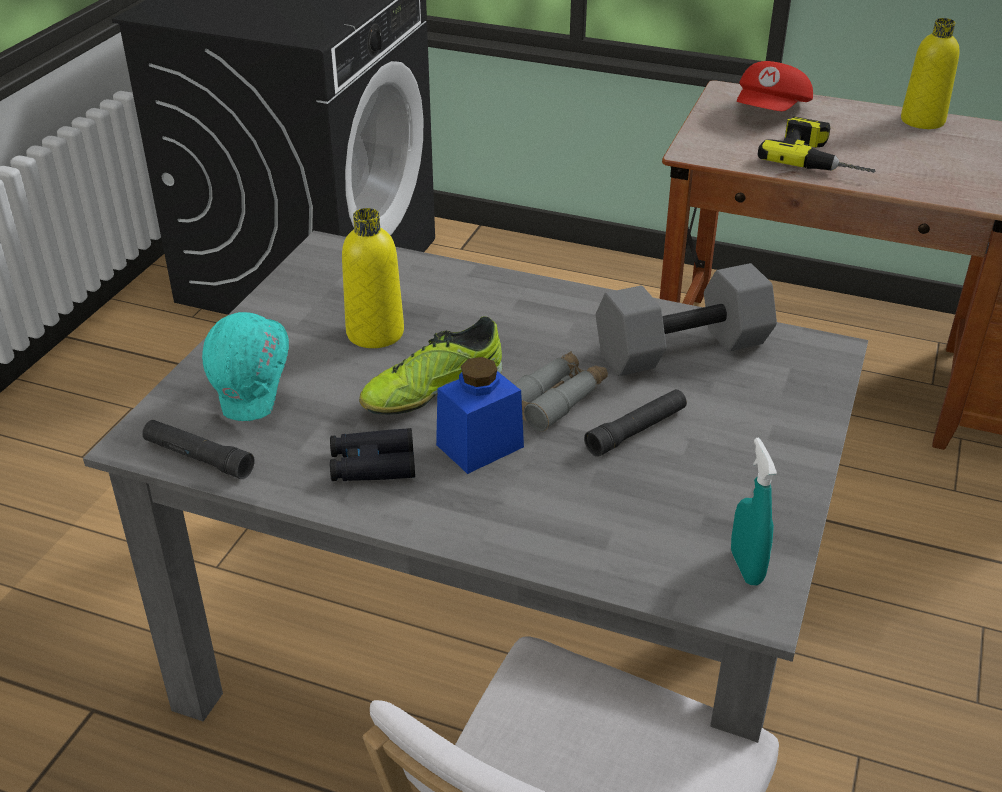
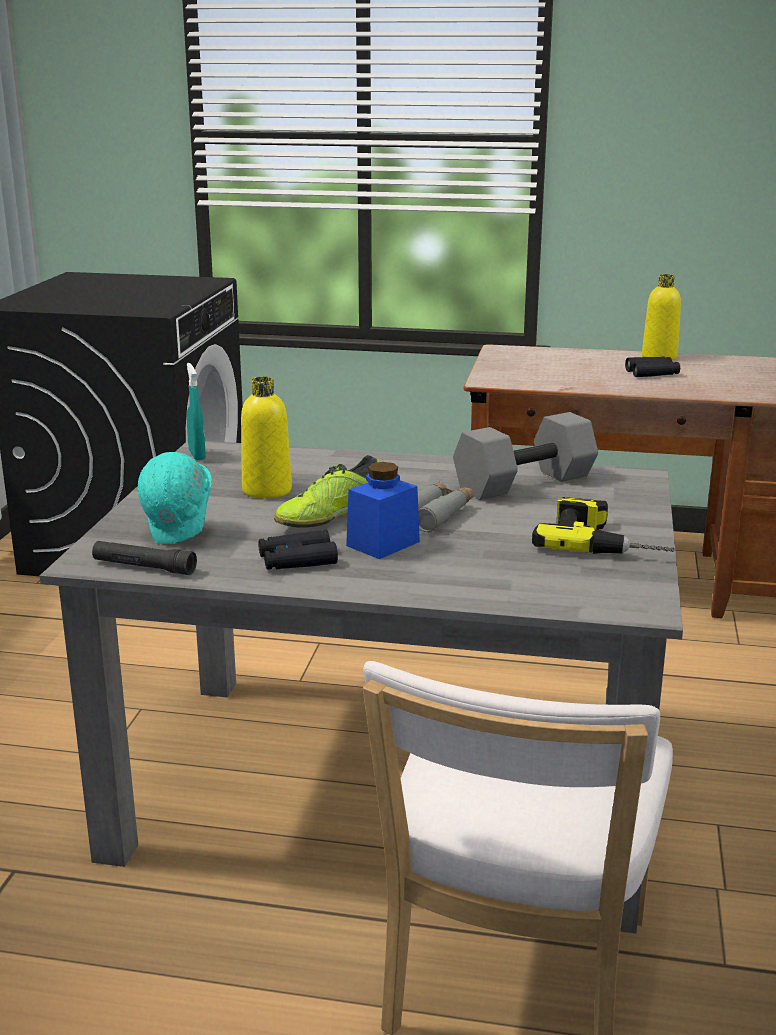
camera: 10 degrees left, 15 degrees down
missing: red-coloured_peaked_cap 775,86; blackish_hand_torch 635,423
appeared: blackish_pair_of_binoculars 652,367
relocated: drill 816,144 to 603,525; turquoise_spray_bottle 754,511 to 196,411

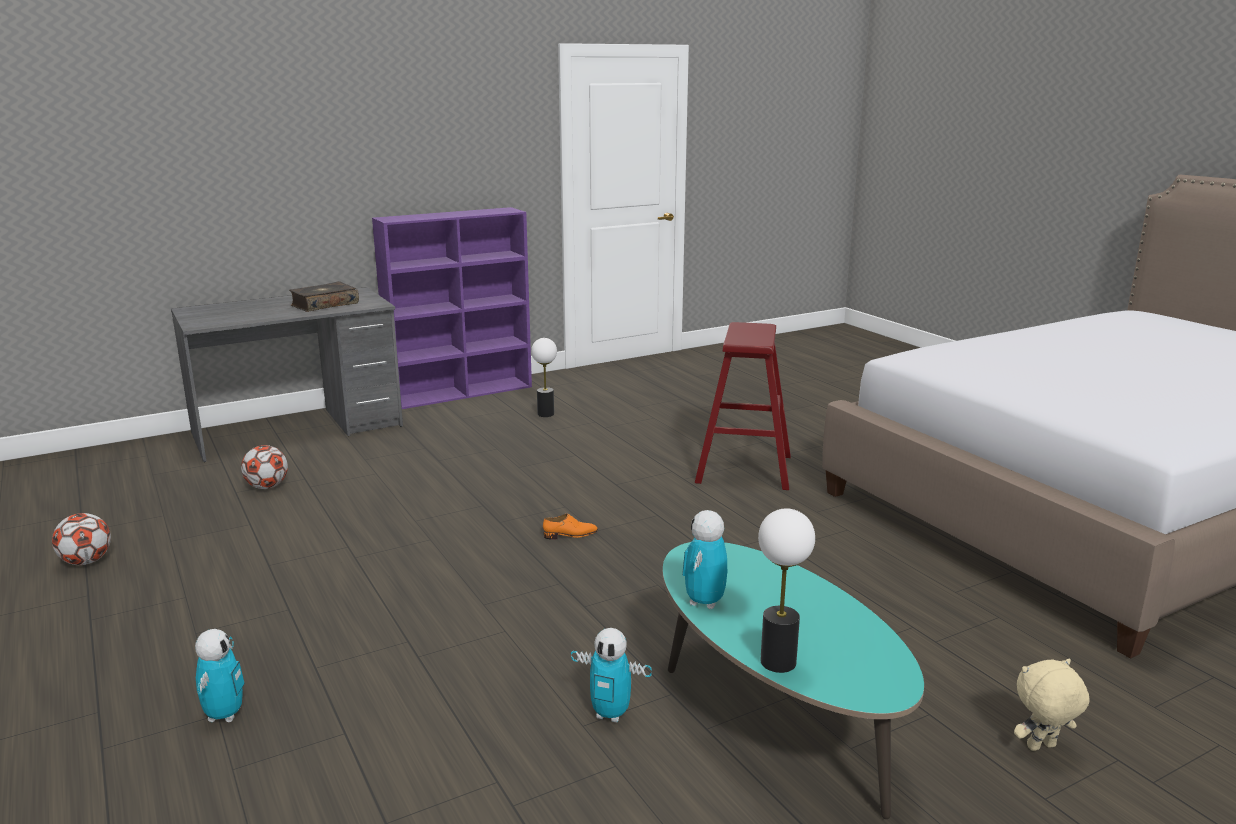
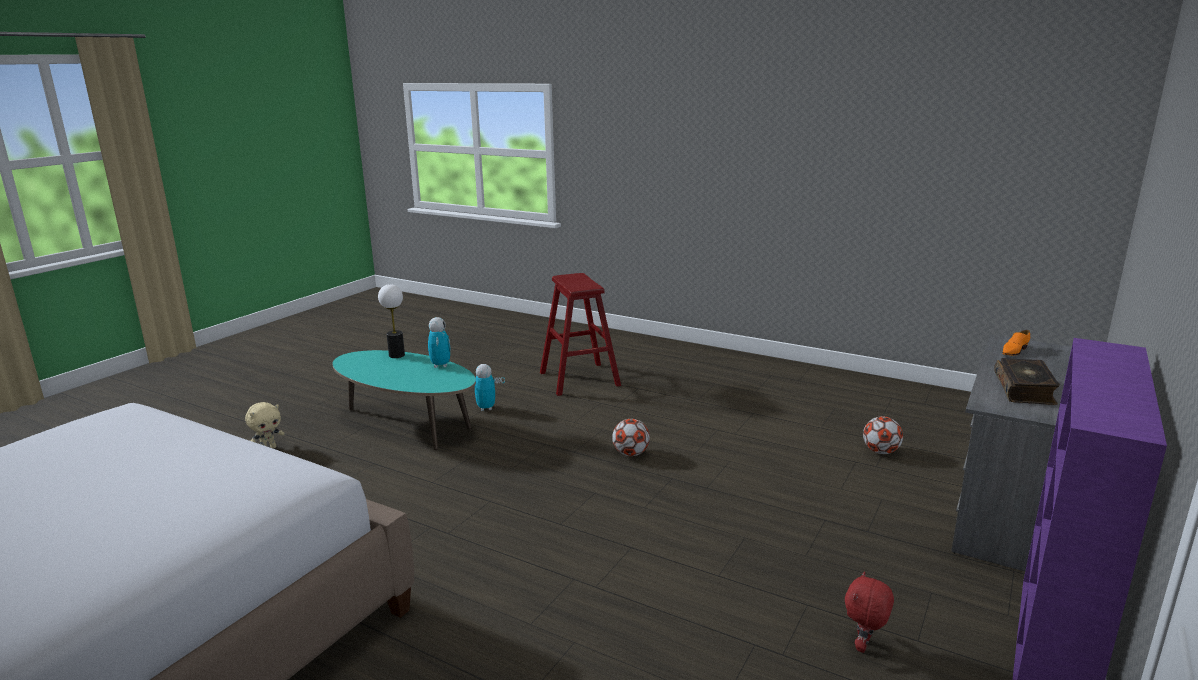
camera: 150 degrees right, 0 degrees up
missing: toy_robot 220,675
relocated: red-coloured_sitting_stool 743,406 to 580,334; football 81,539 to 631,437; orange-coloured_shoe 570,527 to 1016,343
exchanged: tabletop_lamp 544,377 to red-coloured_cuddly_toy 869,612

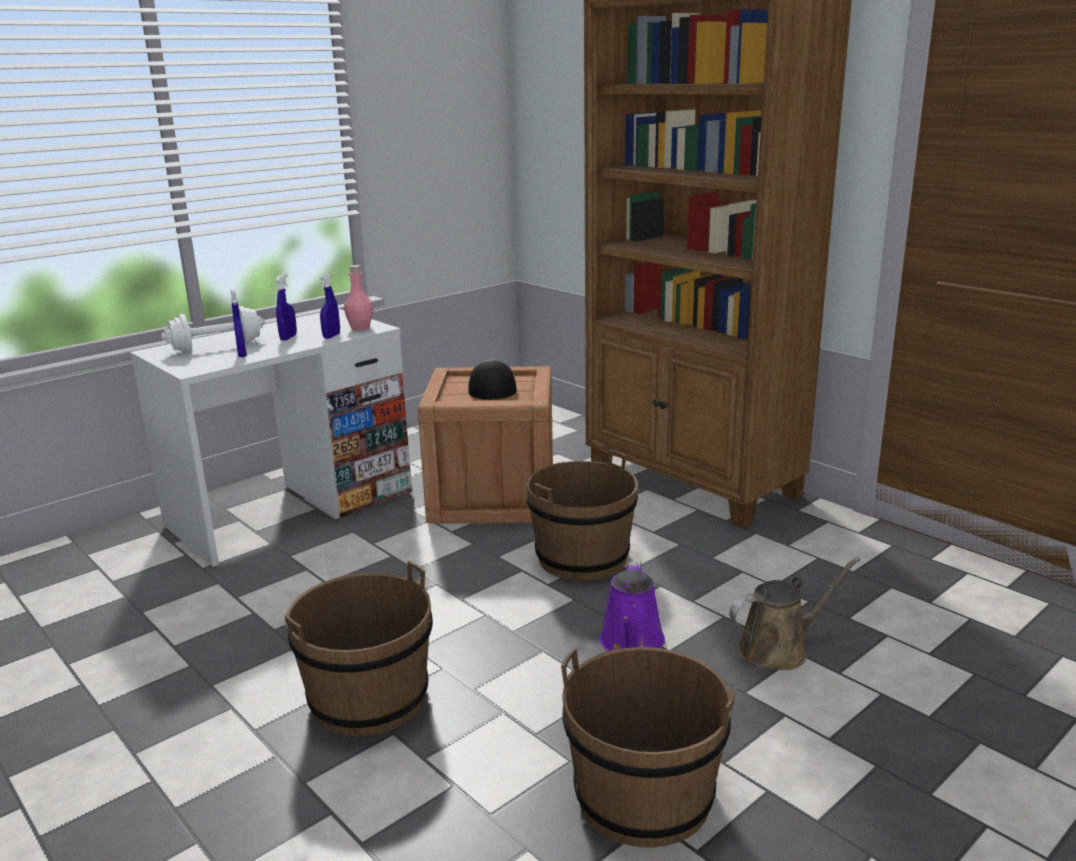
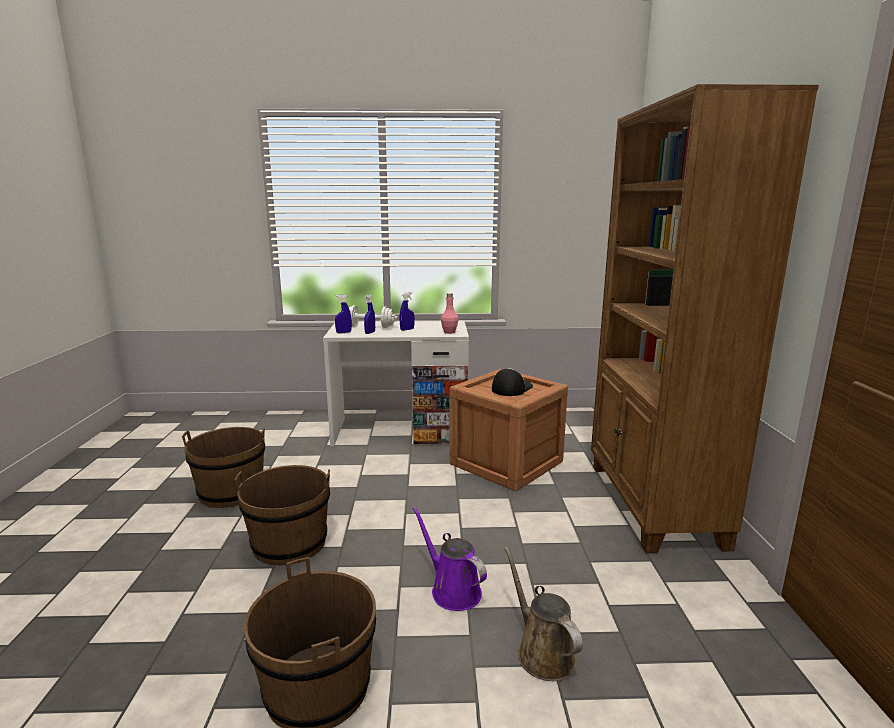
camera: 40 degrees right, 5 degrees down
relocated: bluish_spray_bottle 329,306 to 343,313; brown_pail 582,515 to 223,467
spun: brown_watering_pot 795,613 = 543,614 135 degrees counterclockwise; purple_watering_pot 632,606 = 449,558 90 degrees clockwise

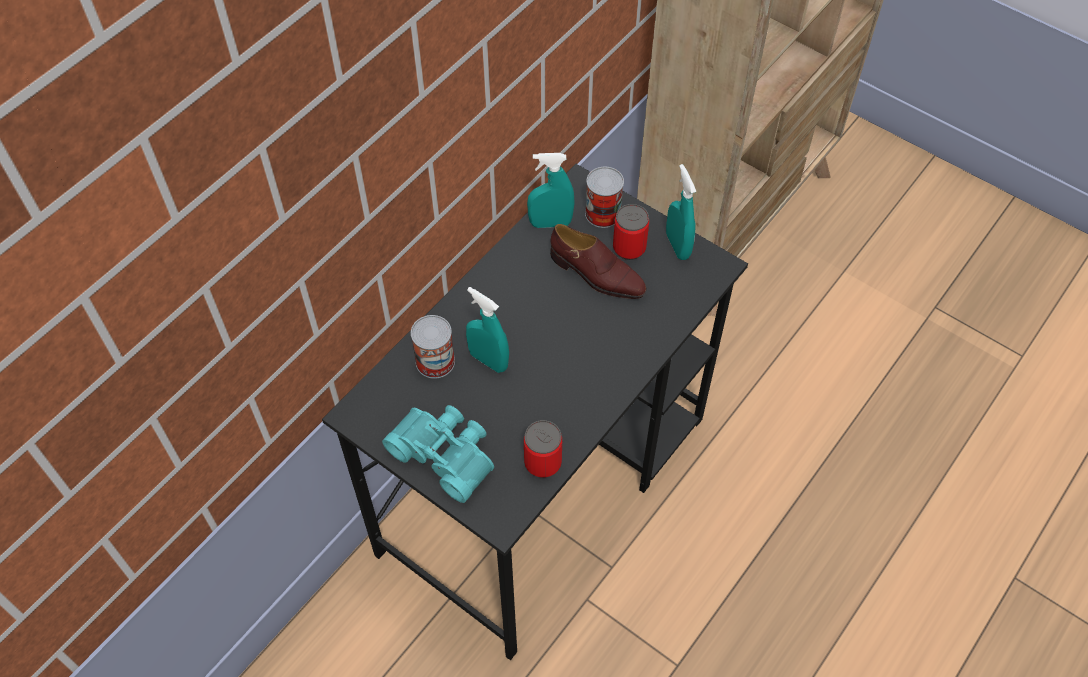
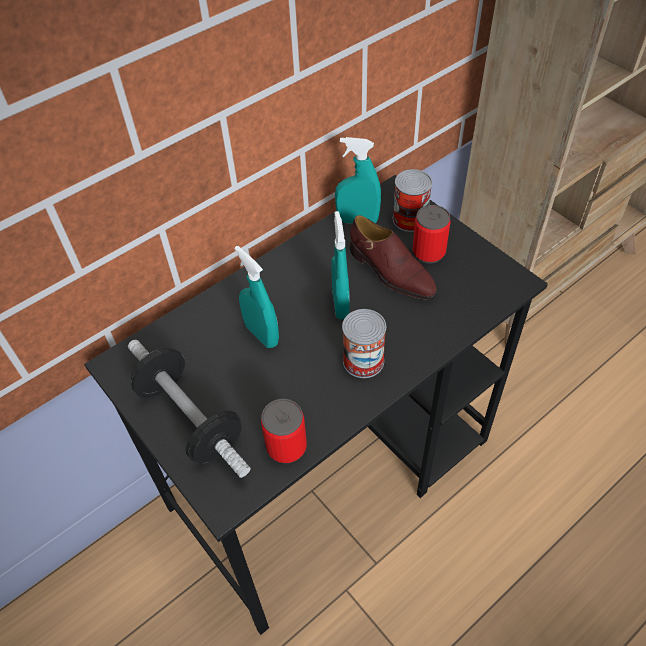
camera: 15 degrees right, 5 degrees down
relocated: turquoise_spray_bottle 681,212 to 340,265; can 433,347 to 364,343
exchanged: turquoise_pair_of_binoculars 438,454 to free_weight 189,408

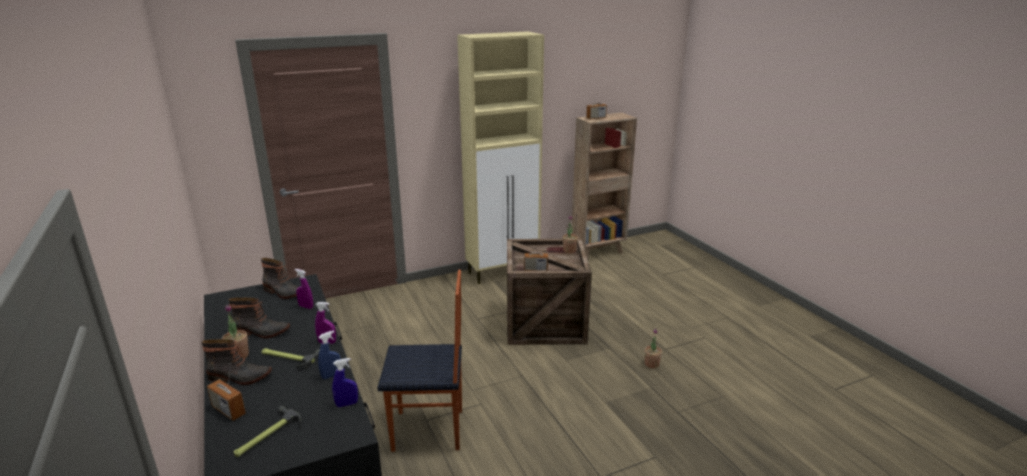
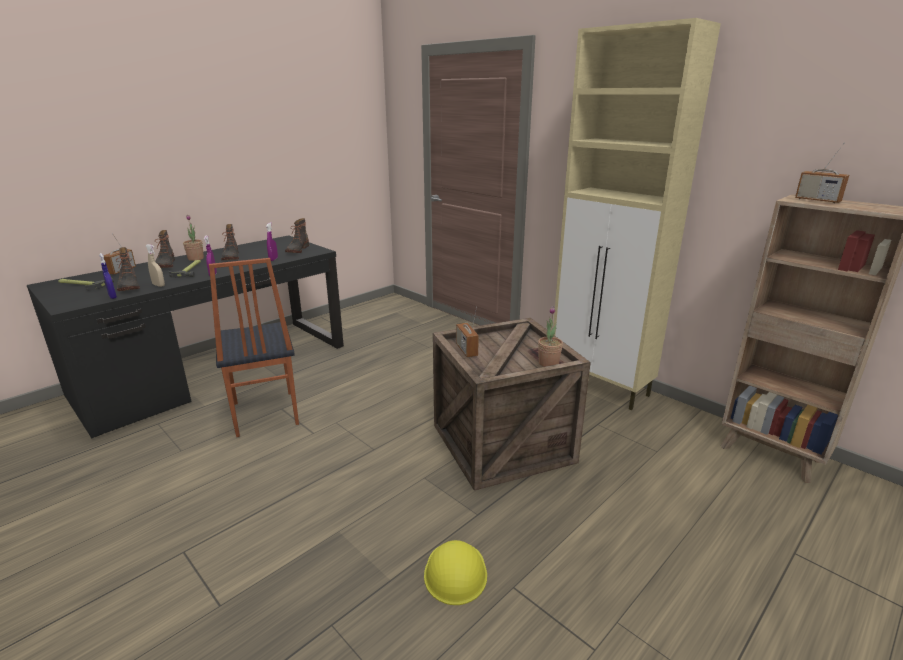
camera: 70 degrees right, 0 degrees up
appeared: high-top_boot 128,269
exchanged: houseplant 653,348 to yellow_safety_helmet 455,572
colour: bluish_spray_bottle 329,354 to beige-coloured_spray_bottle 155,265

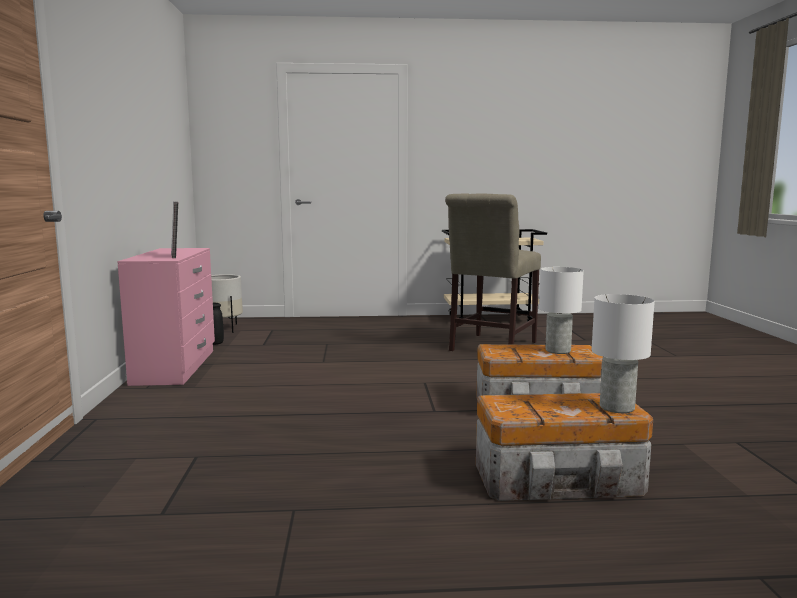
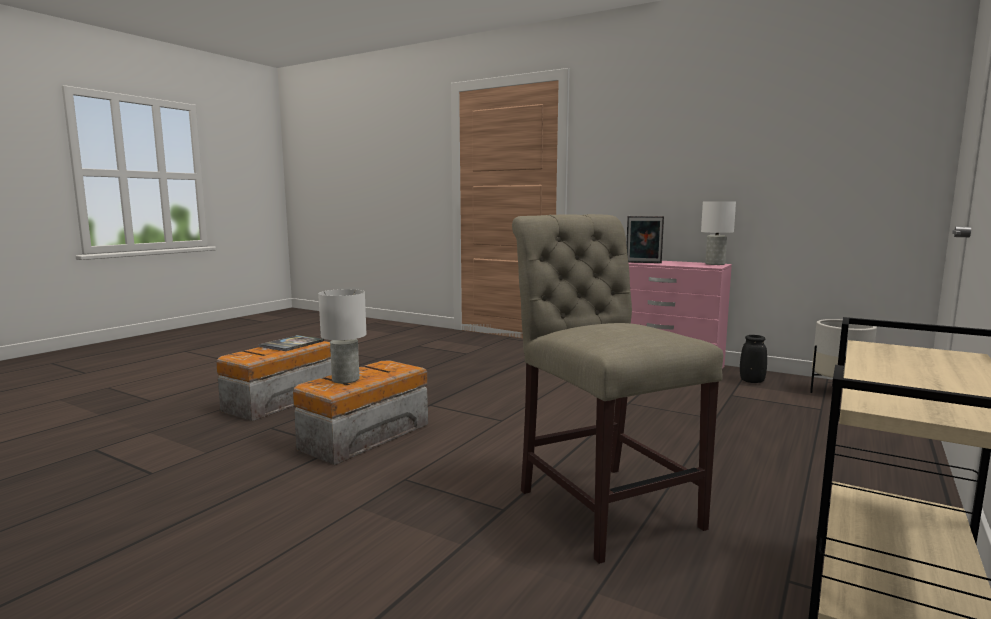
camera: 125 degrees right, 0 degrees up
appeared: book 291,343
relocated: white_tabletop_lamp 623,353 to 718,233

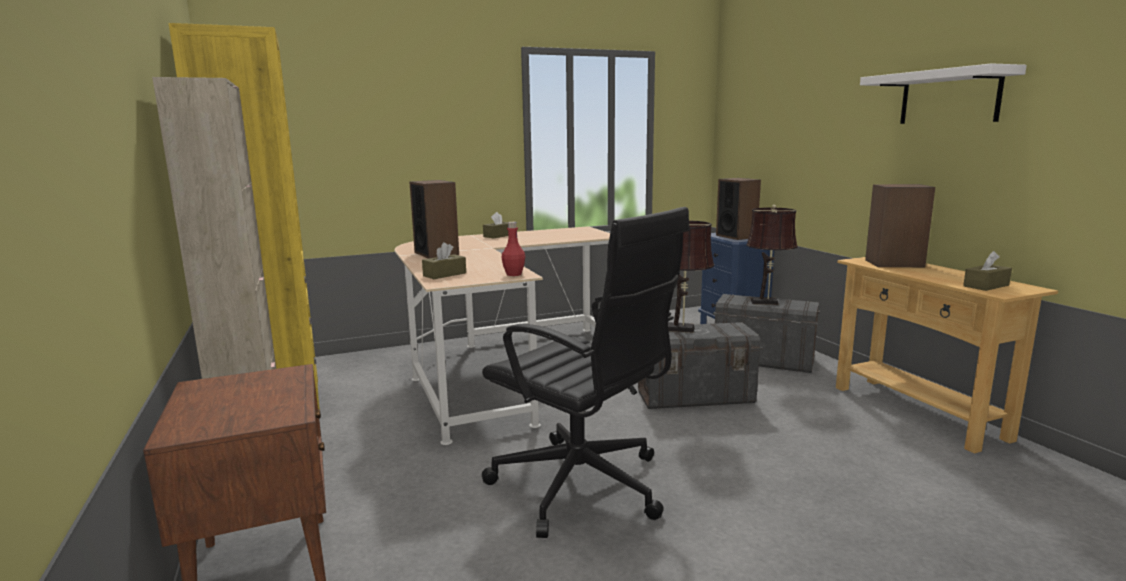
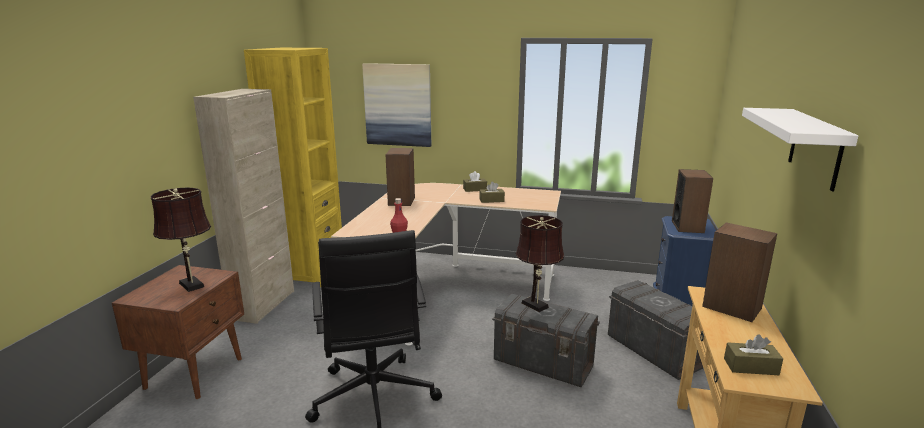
camera: 35 degrees right, 5 degrees up
appeared: picture 396,105
relocated: brown_tabletop_lamp 772,255 to 180,240; brown_tissue_holder 444,260 to 492,192

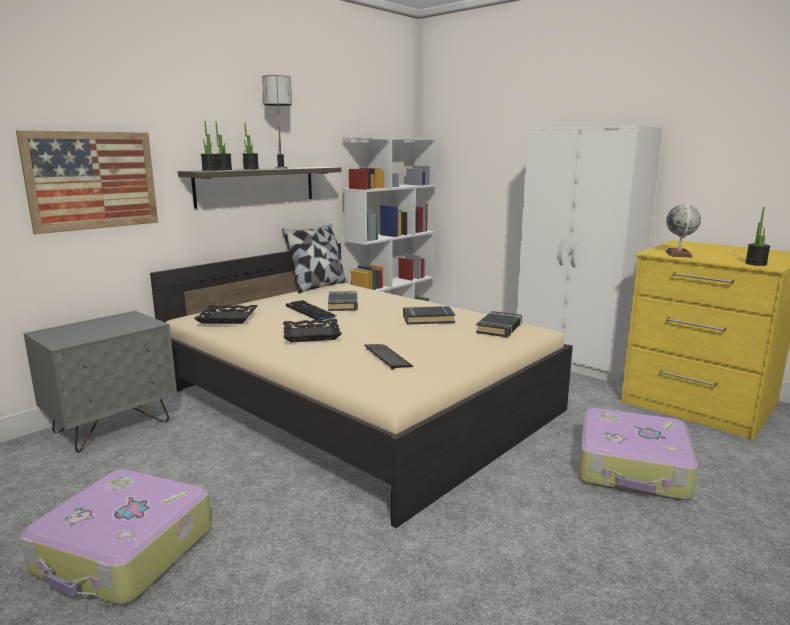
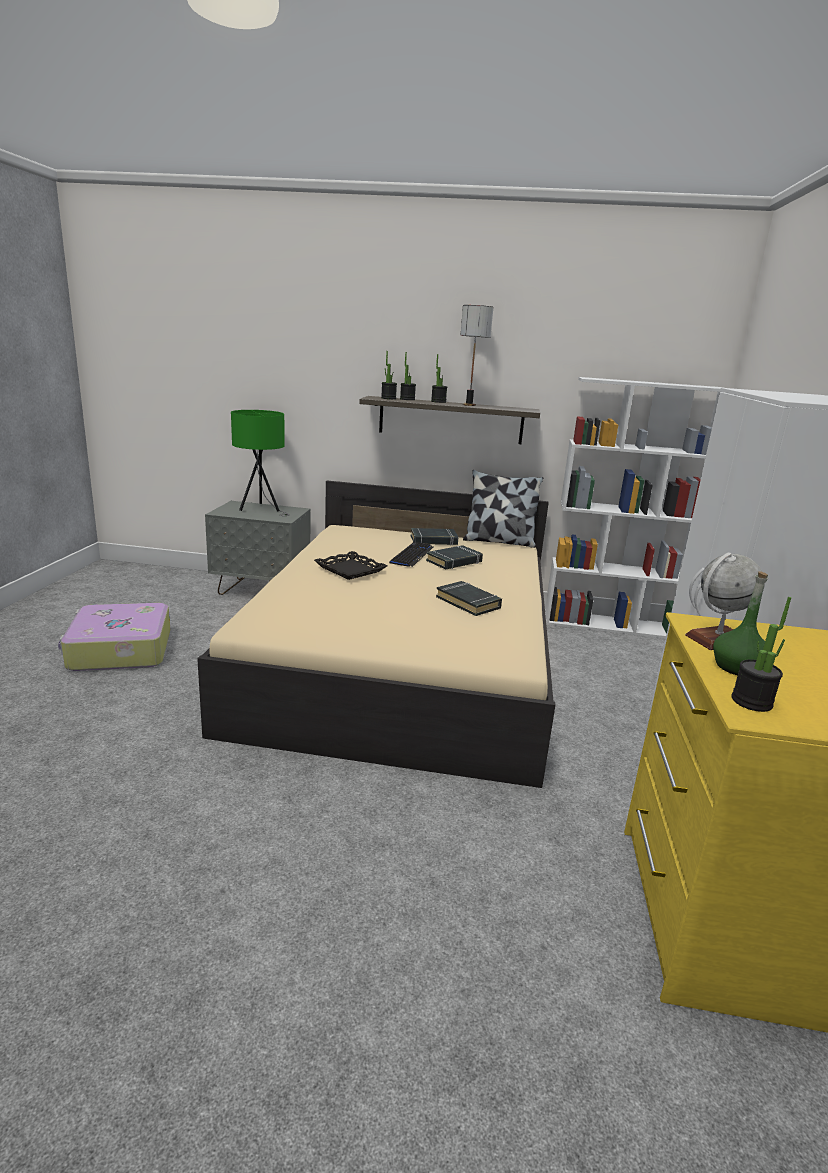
camera: 55 degrees right, 5 degrees up
missing: picture 87,182; blackish_carrying_tray 226,314; keyboard 389,356; piece_of_luggage 638,454
appeared: green_tabletop_lamp 260,463; green_drink_bottle 740,623
relocated: blackish_book 499,324 to 434,536

